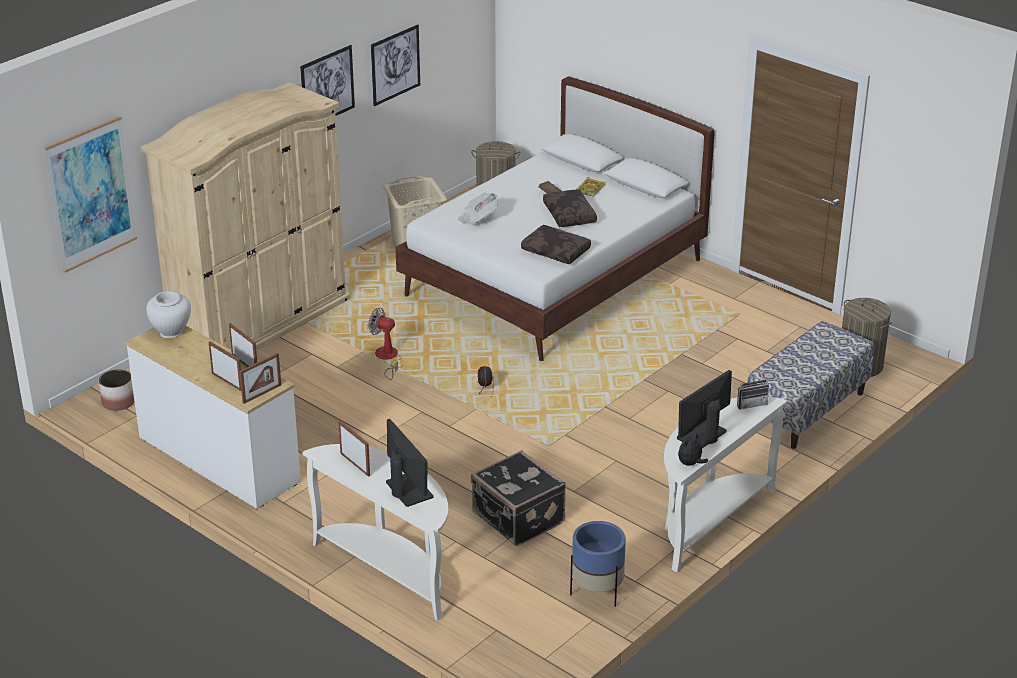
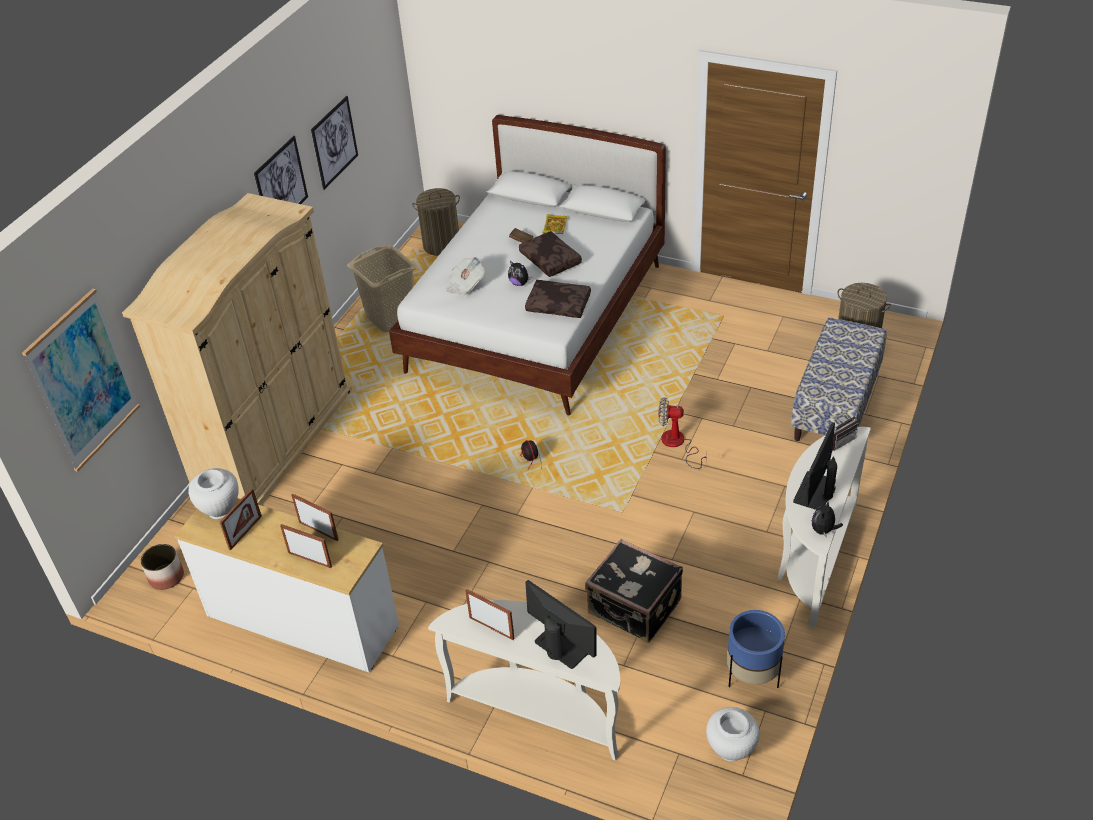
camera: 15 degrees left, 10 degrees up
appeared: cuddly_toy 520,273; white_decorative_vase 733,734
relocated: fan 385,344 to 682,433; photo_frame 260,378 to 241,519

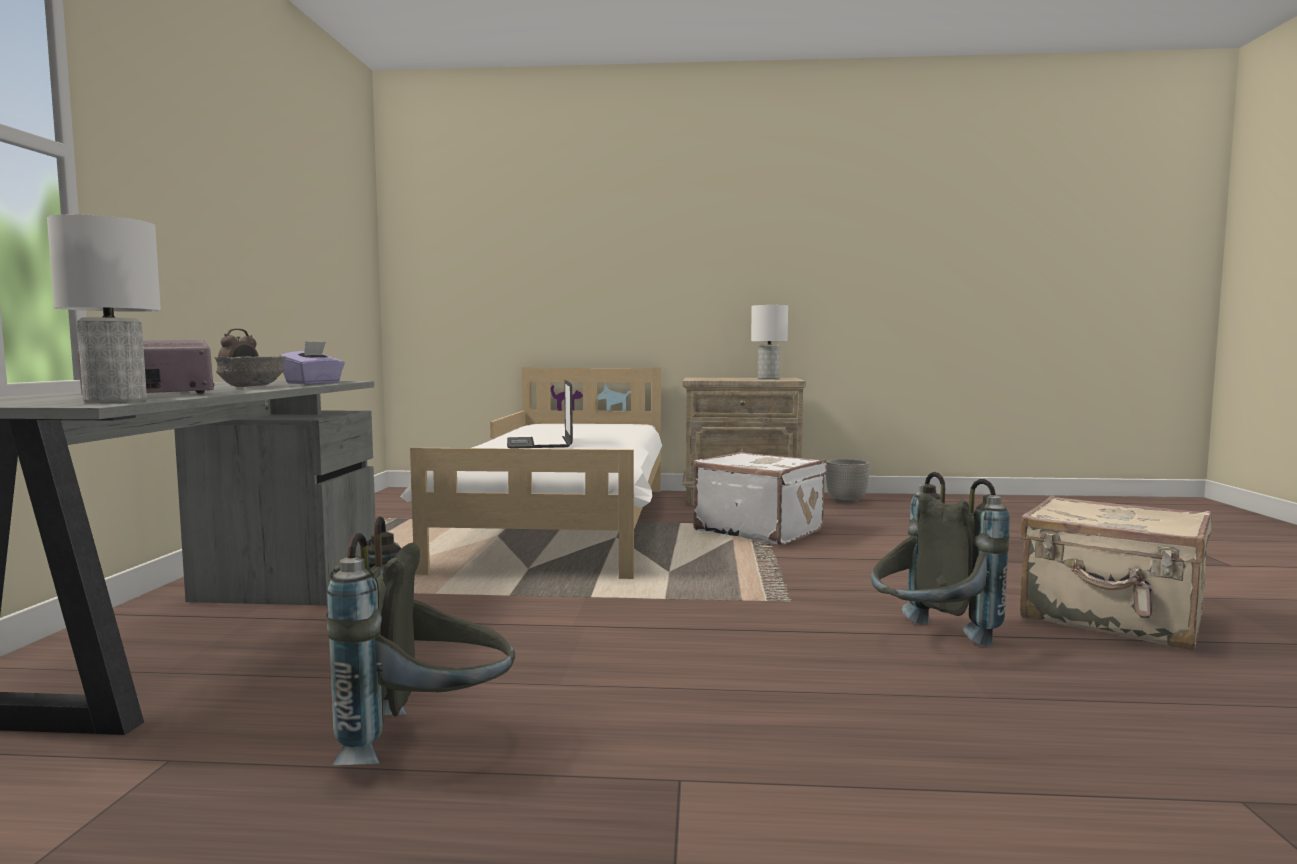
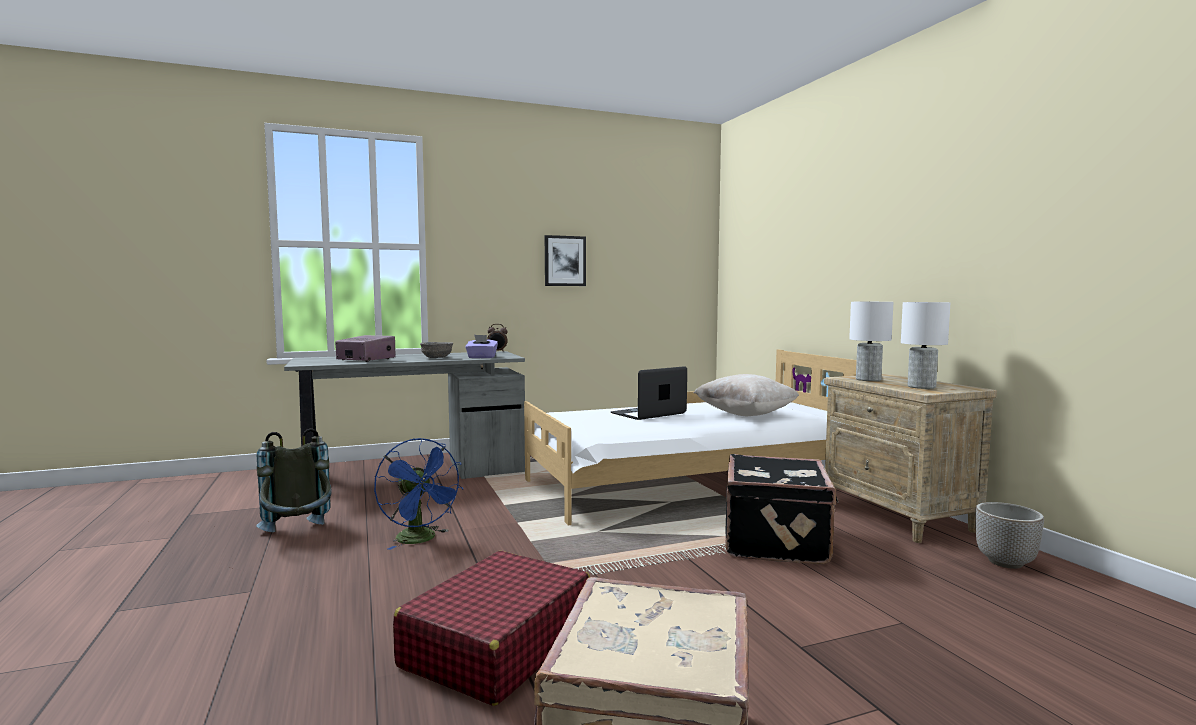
camera: 65 degrees right, 0 degrees up
appeared: picture 565,260; beige-coloured_throw_pillow 746,395; bluish_fan 418,494
relocated: white_tabletop_lamp 104,308 to 871,341
exchanged: grey_backpack 940,559 to red-coloured_piece_of_luggage 491,628
colour: white_piece_of_luggage 760,498 to blackish_piece_of_luggage 782,509

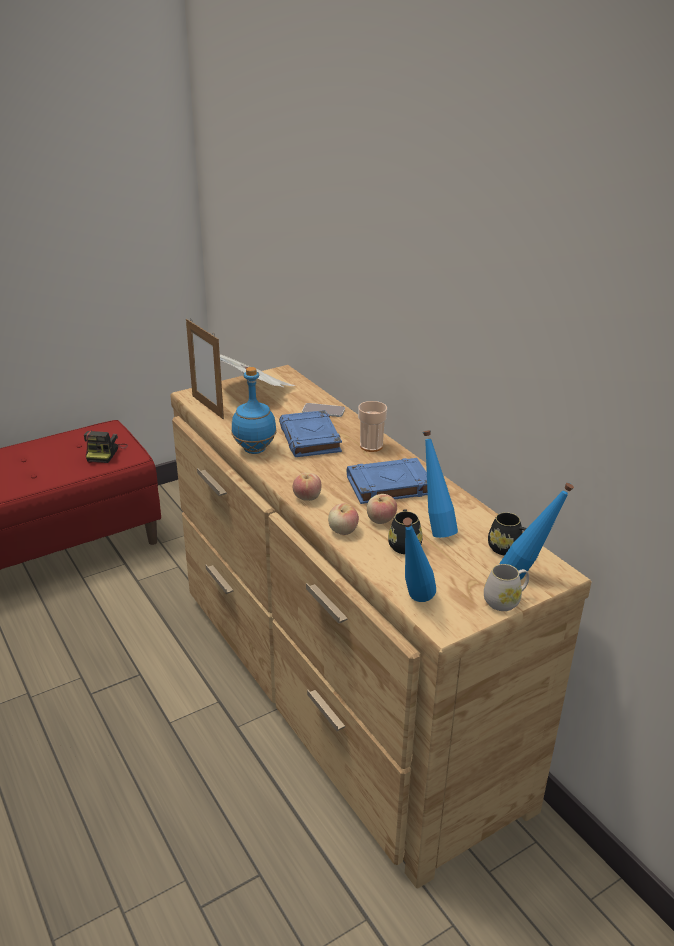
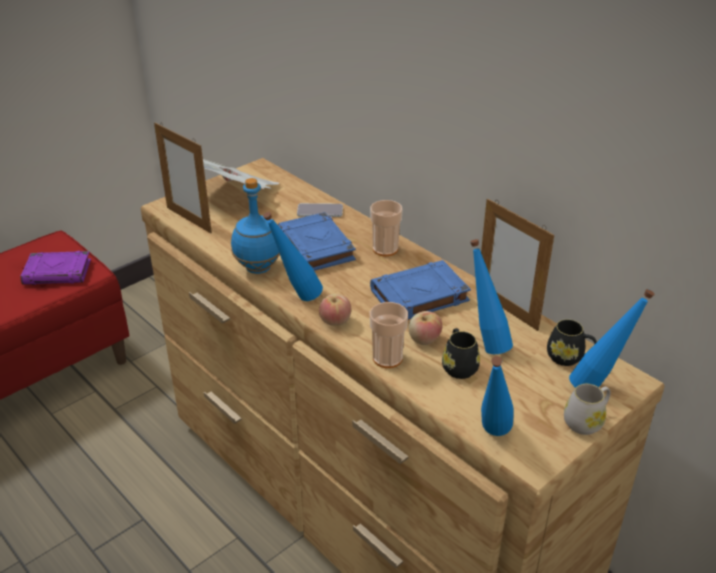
camera: 10 degrees left, 5 degrees up
appeared: photo_frame 517,264; bluish_drink_bottle 293,256
exchanged: photo_camera 106,447 to purple_book 56,268; apple_fruit 343,519 to drinking_cup 389,335

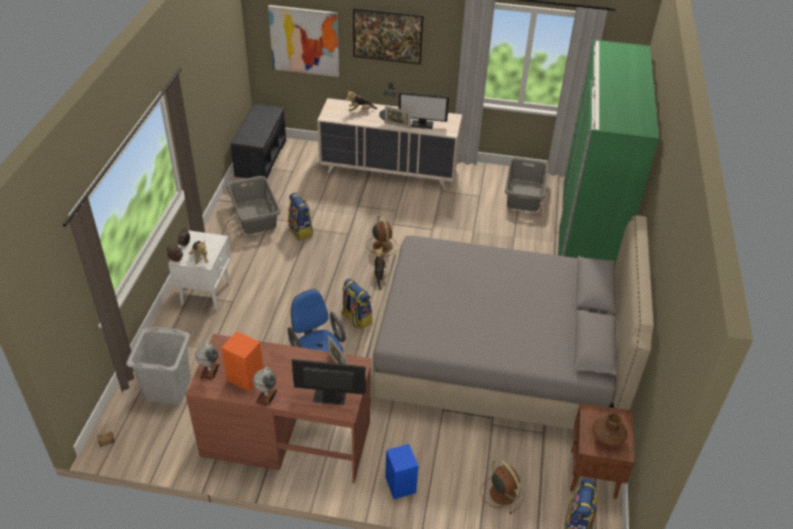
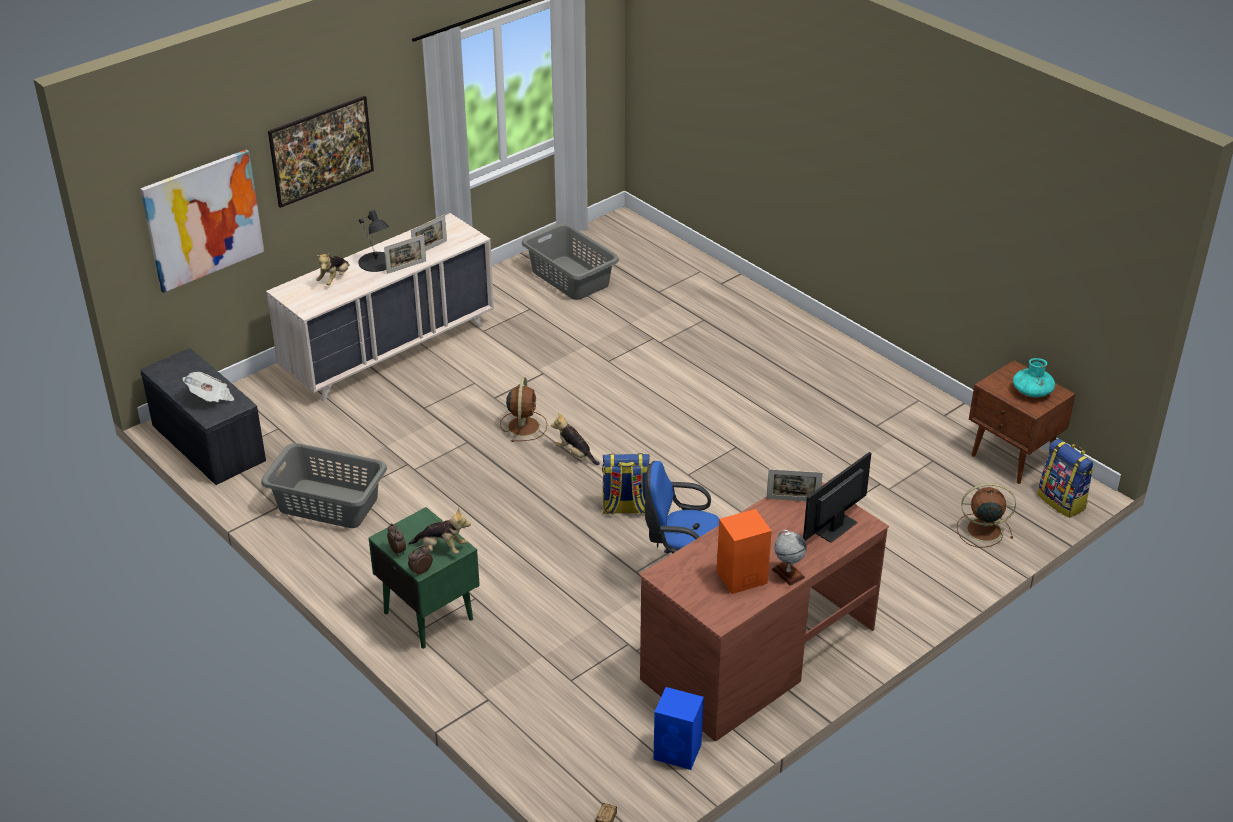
camera: 50 degrees left, 5 degrees down
missing: green_wardrobe 608,152; backpack 300,216; grey_bed 510,322; grey_hamper 158,365; globe 207,361
appeared: printed_paper 209,387
relocated: bluish_audio_speaker 401,471 to 678,728
exchanged: computer_screen 423,110 to photo_frame 429,232
colour: white_night_table 199,270 to green_night_table 424,578; brown_decorative_vase 609,430 to turquoise_decorative_vase 1034,377
spun: brown_fan 382,236 = 523,409 75 degrees clockwise

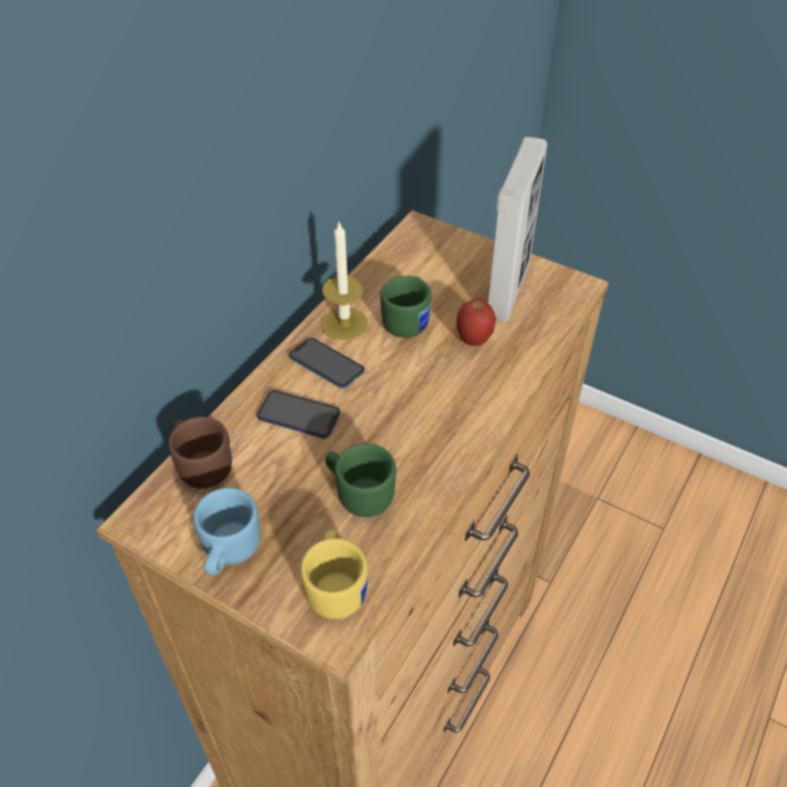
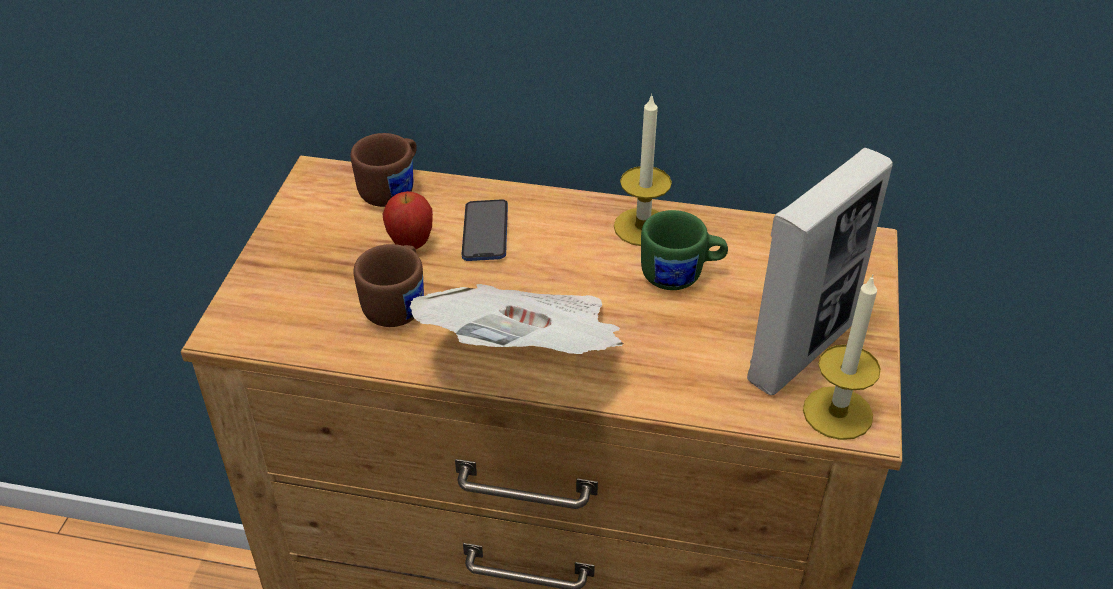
camera: 70 degrees right, 5 degrees down
missing: handset 327,363; bluish_coffee_mug 226,531; yellow_coffee_mug 334,574
appeared: wax_candle 842,357; printed_paper 517,319
relocated: apple_fruit 476,322 to 407,220
colour: green_coffee_mug 360,480 to brown_coffee_mug 389,285
spun: photo_frame 517,229 = 820,271 45 degrees counterclockwise

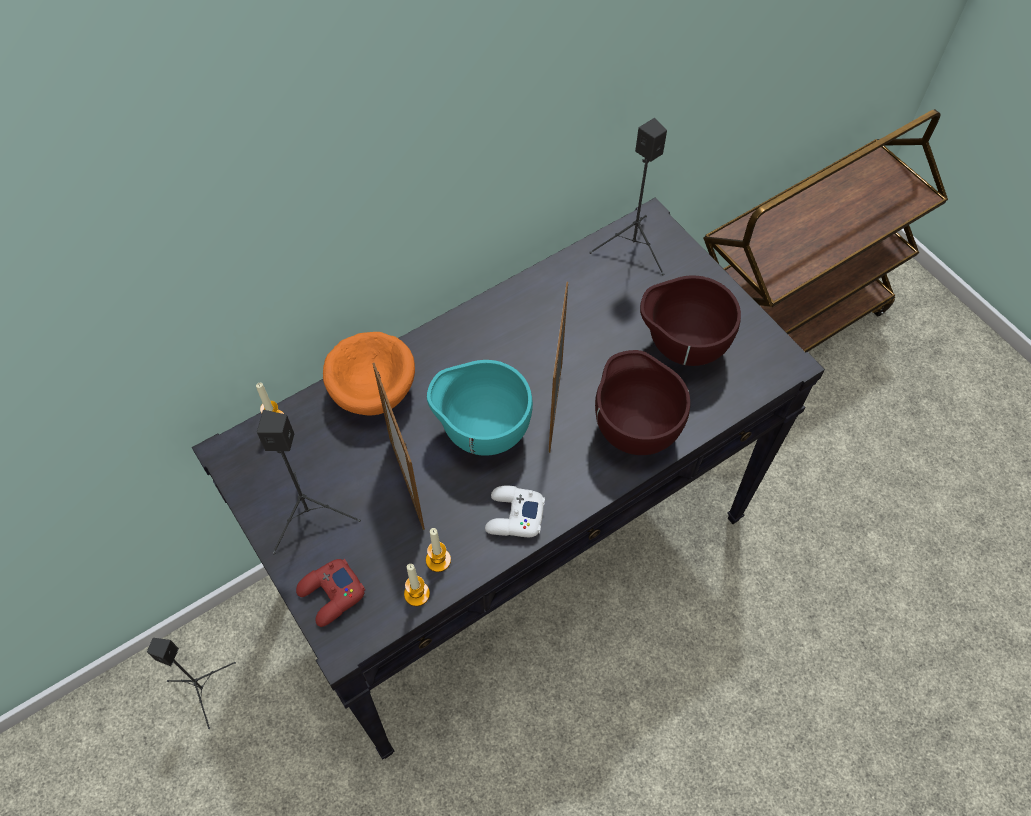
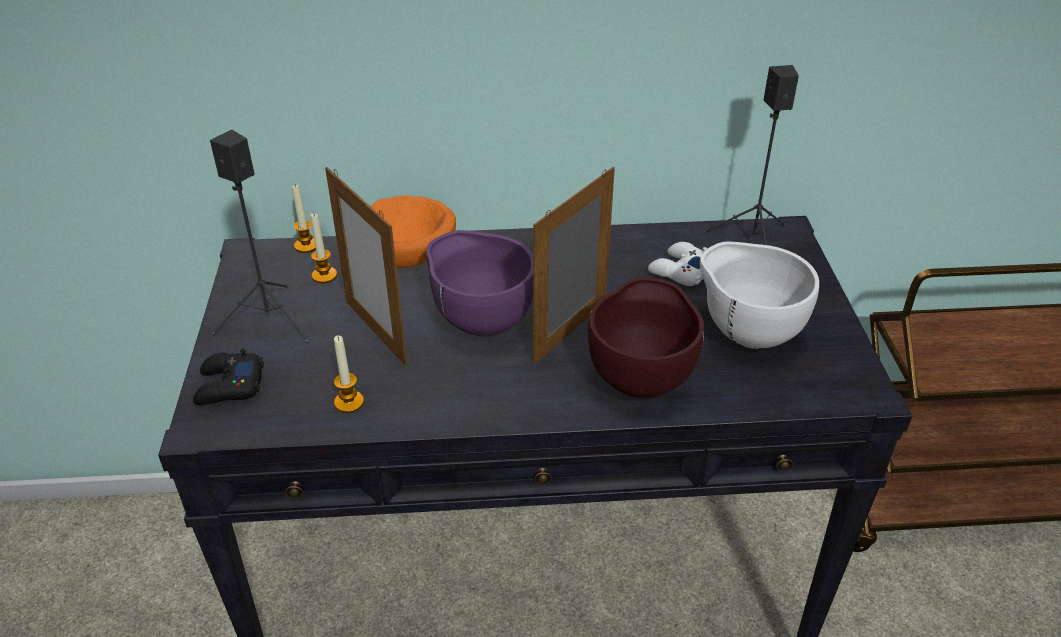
camera: 30 degrees right, 20 degrees down
missing: blackish_audio_speaker 191,683
relocated: white_joypad 515,511 to 677,264; wax_candle 417,585 to 323,248
colour: brown_serving_bowl 690,320 to white_serving_bowl 759,295; turquoise_serving_bowl 480,408 to purple_serving_bowl 479,283; red-coloured_joypad 330,593 to blackish_joypad 228,377
spun: photo_frame 399,446 = 366,266 45 degrees counterclockwise

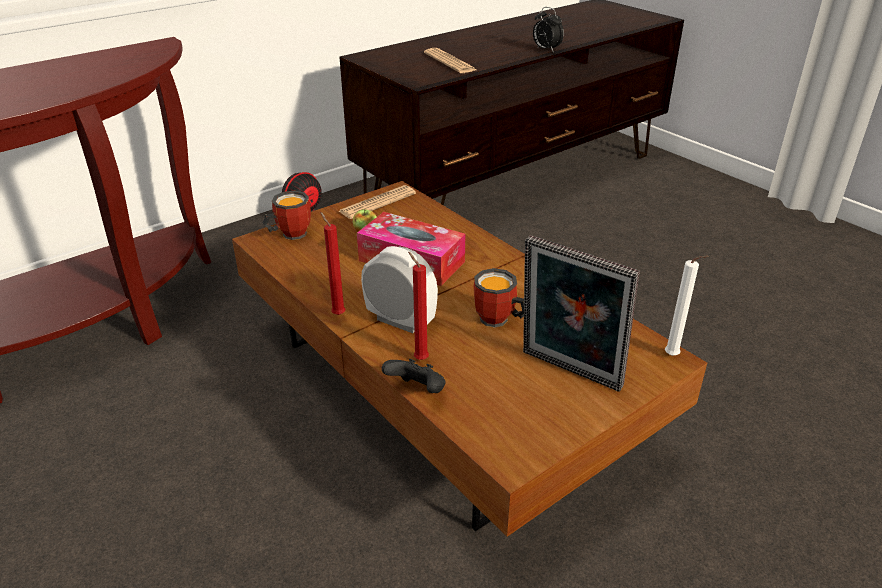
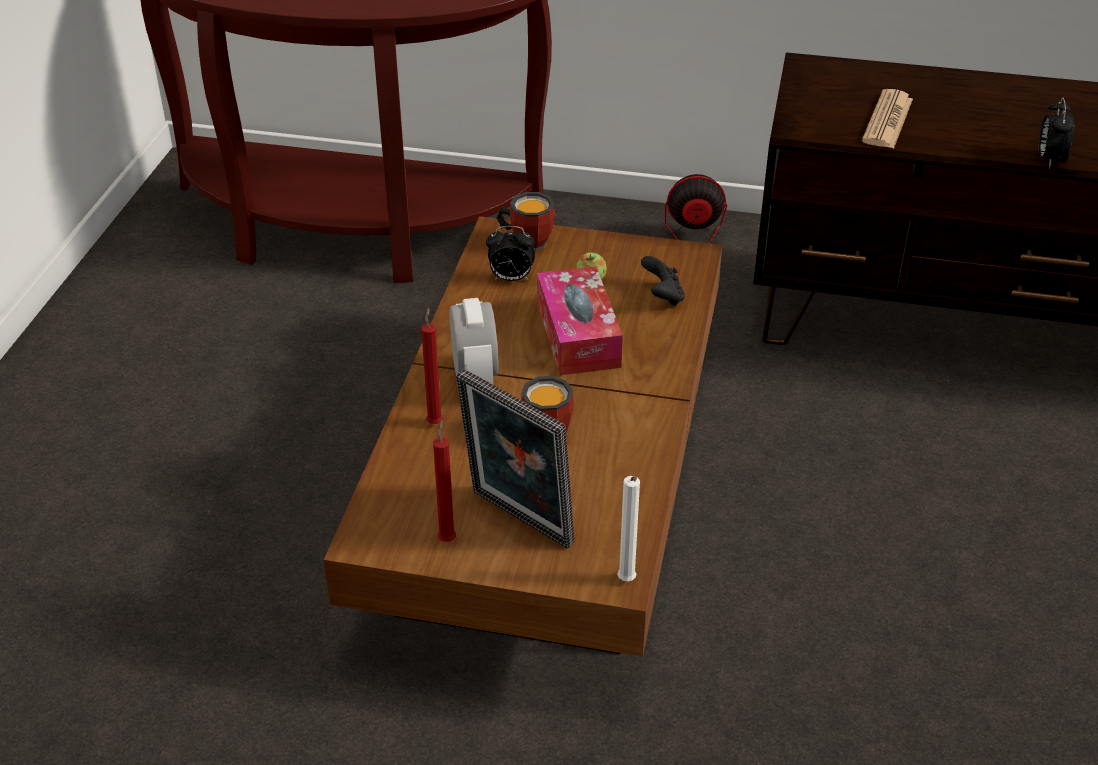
camera: 50 degrees right, 5 degrees up
missing: printed_paper 377,202
appeared: alarm_clock 510,253
relocated: red-coloured_wax_candle 332,263 to 444,481; blackish_joypad 414,376 to 663,281
spun: photo_frame 581,313 = 515,459 45 degrees counterclockwise

